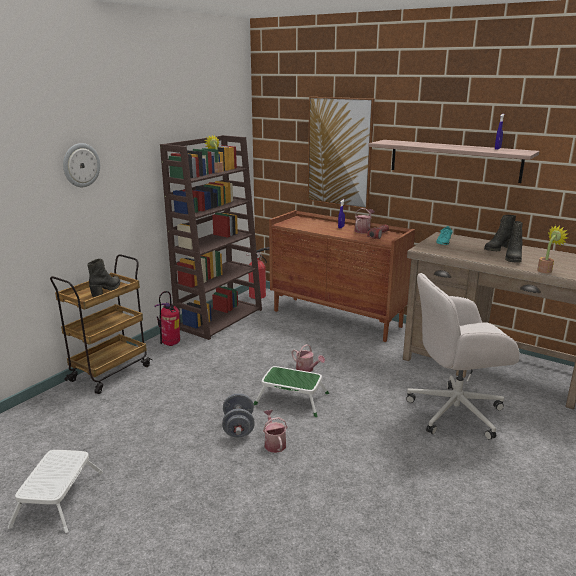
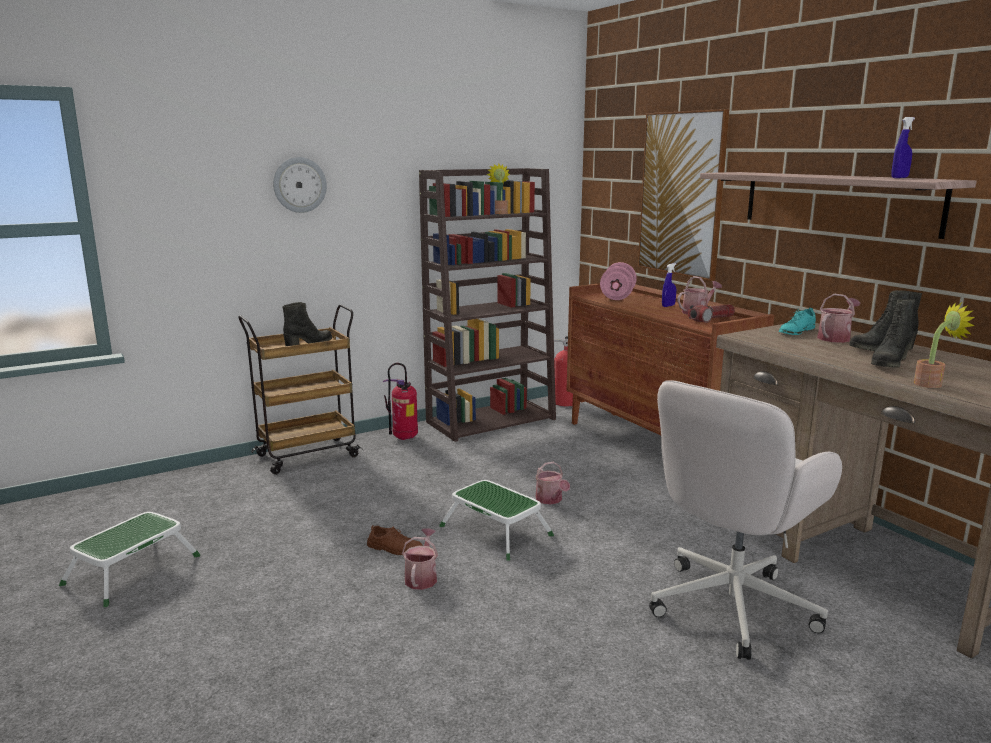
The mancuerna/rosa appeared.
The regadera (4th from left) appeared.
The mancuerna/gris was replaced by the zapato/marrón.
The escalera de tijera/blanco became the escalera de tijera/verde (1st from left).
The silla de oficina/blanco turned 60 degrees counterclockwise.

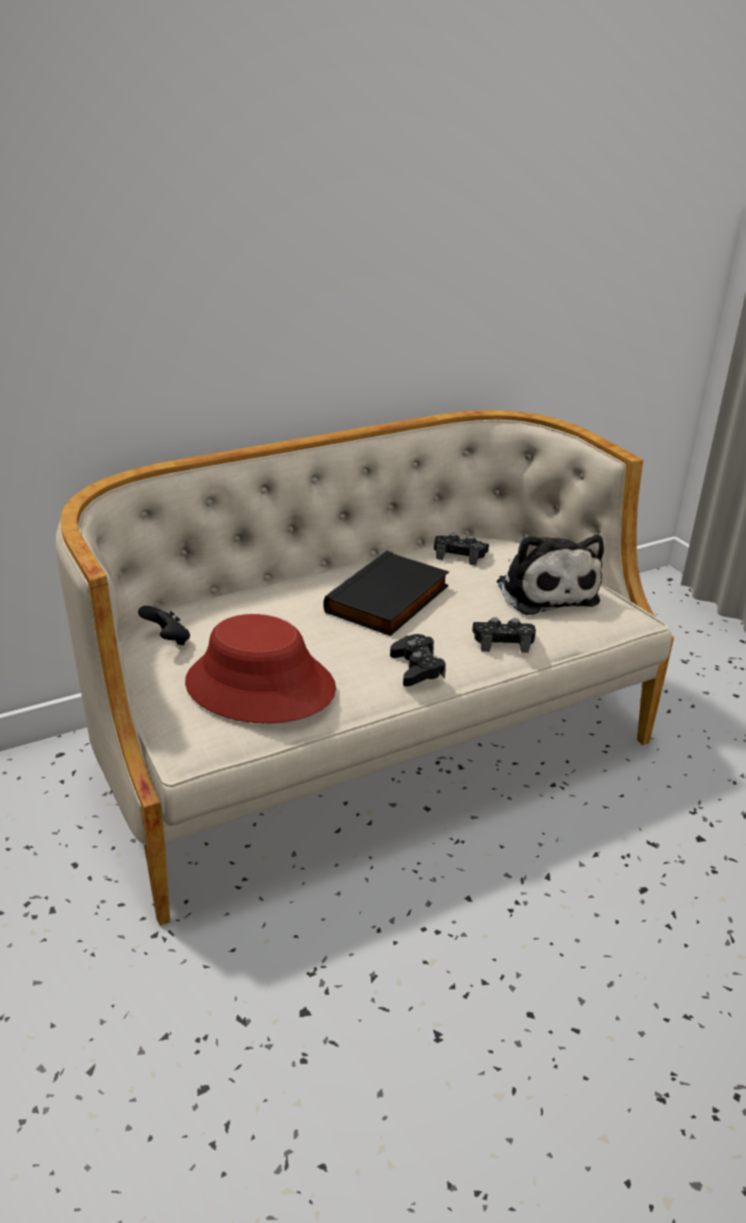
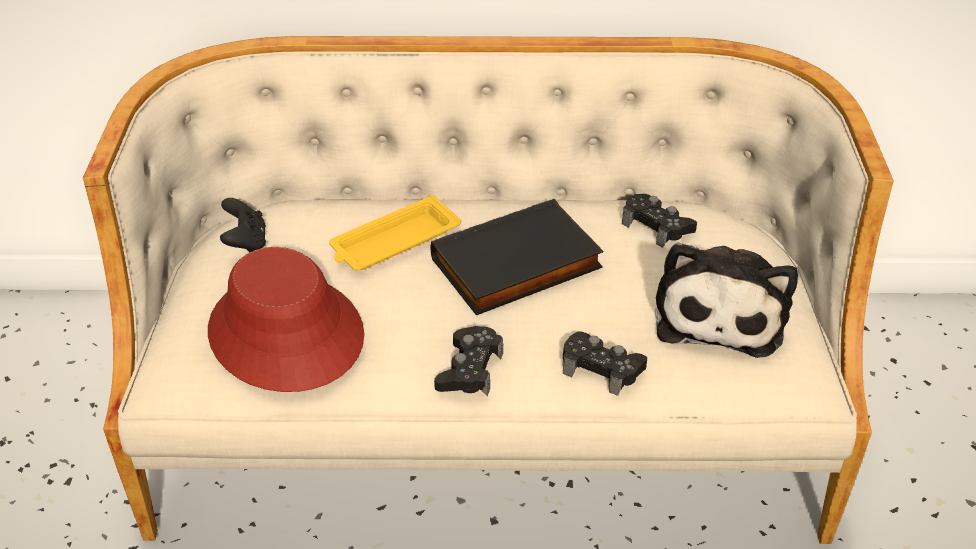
The bandeja/amarillo appeared.

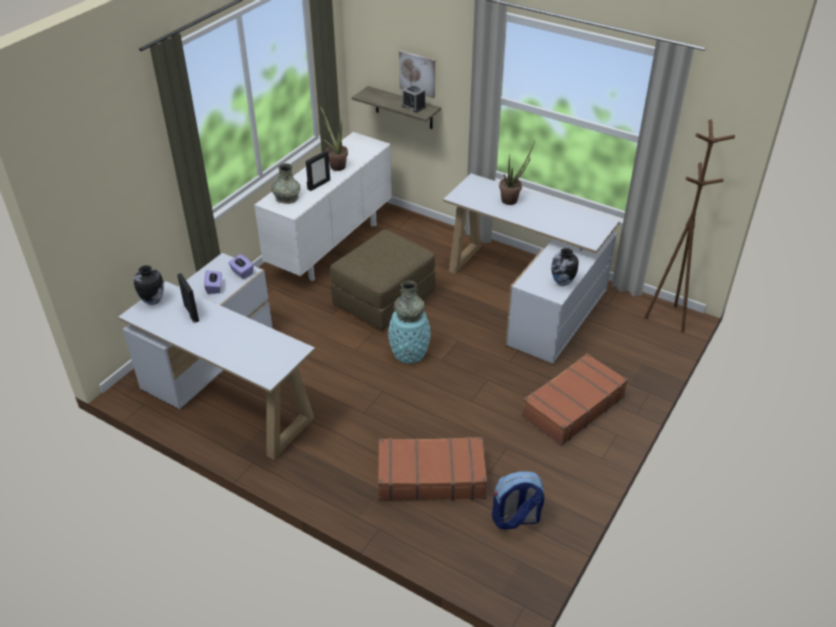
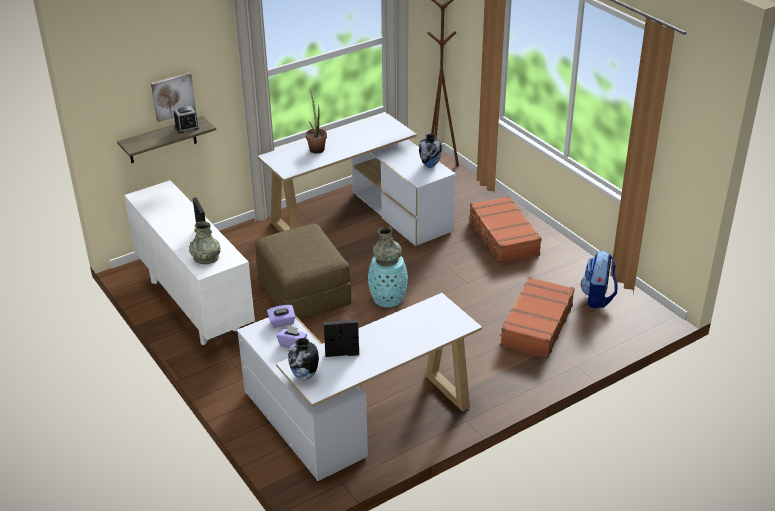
The planta en maceta (1st from left) disappeared.

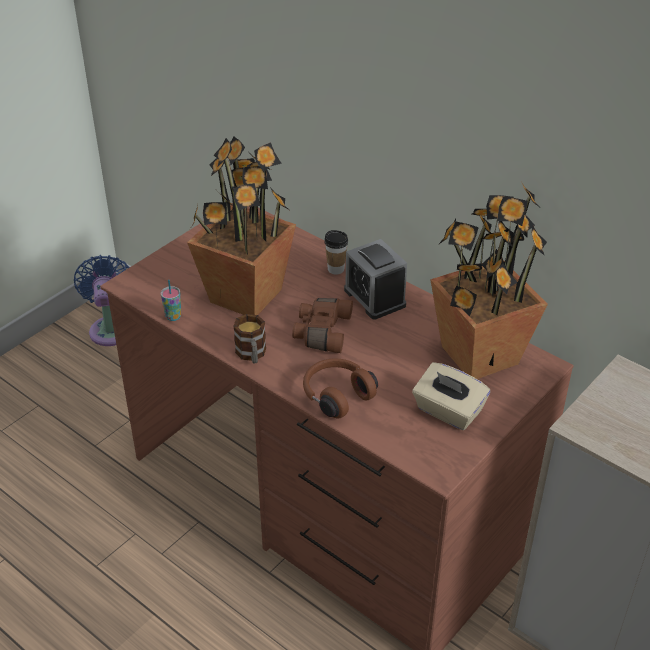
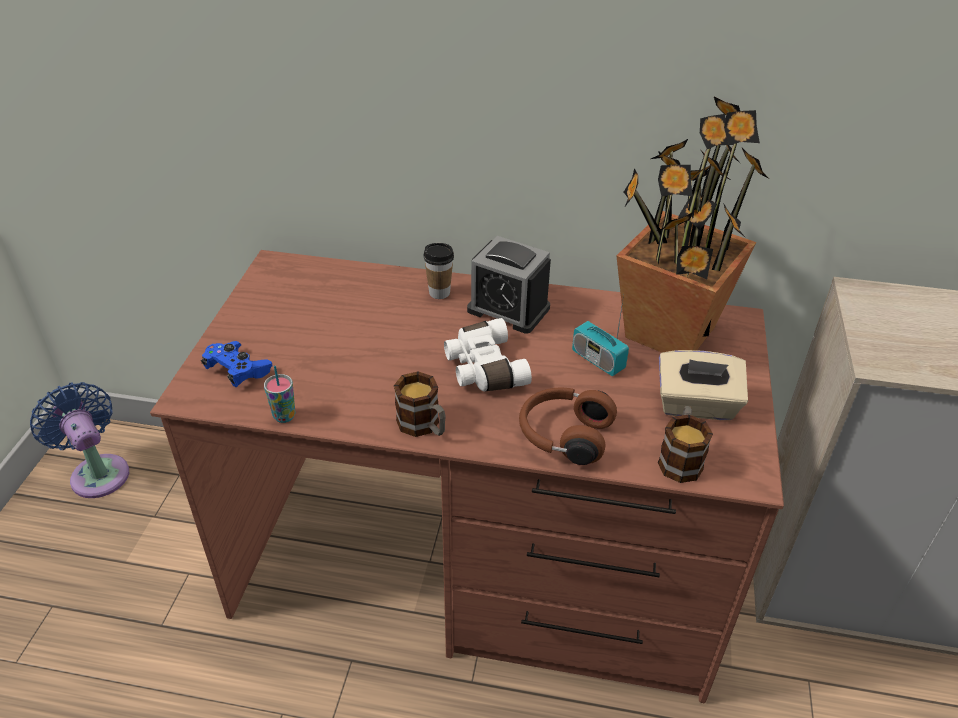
The planta en maceta (1st from left) disappeared.
The mando de consola/azul appeared.
The radio appeared.
The taza grande (2nd from left) appeared.
The prismáticos/marrón became the prismáticos/blanco.

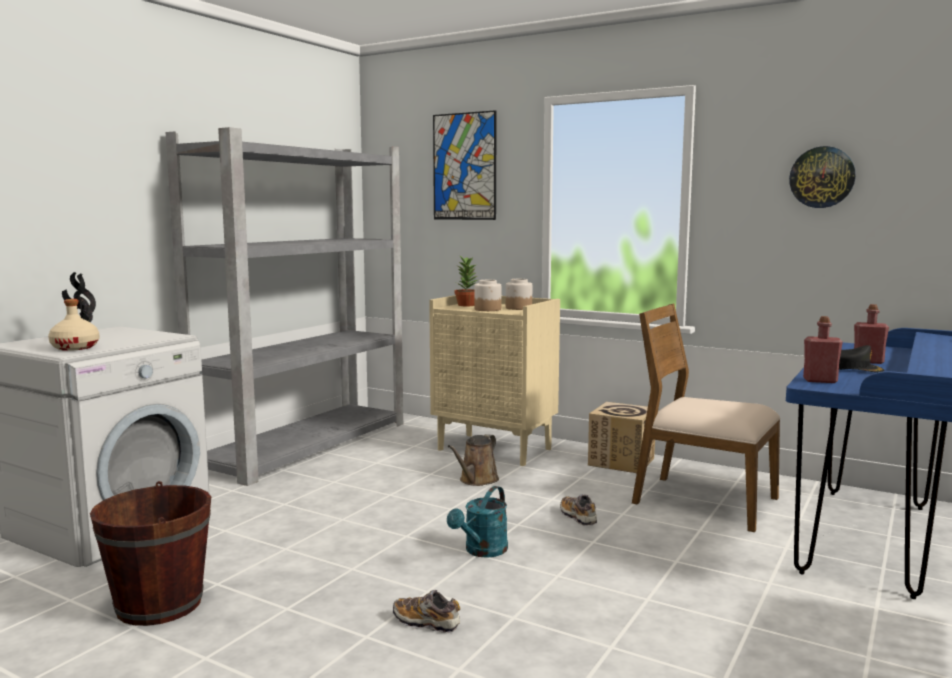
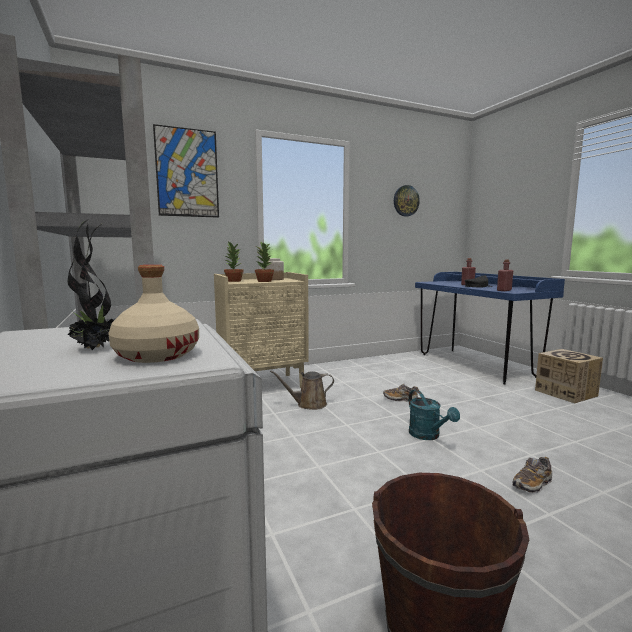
The silla/marrón disappeared.
The caja de cartón moved.
The tarro (1st from left) was replaced by the planta en maceta (3rd from left).
The regadera/marrón turned 105 degrees clockwise.

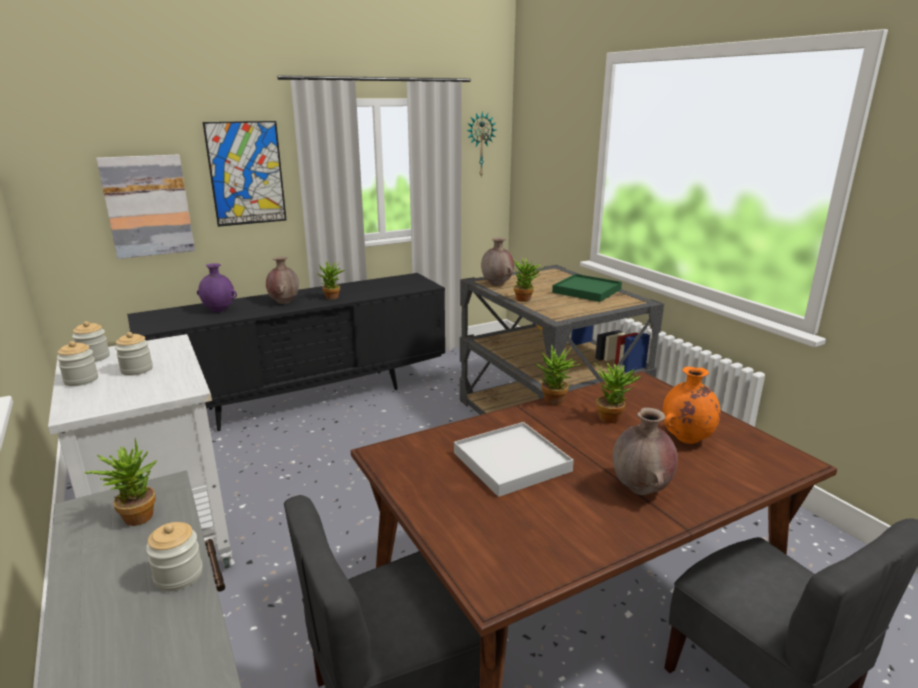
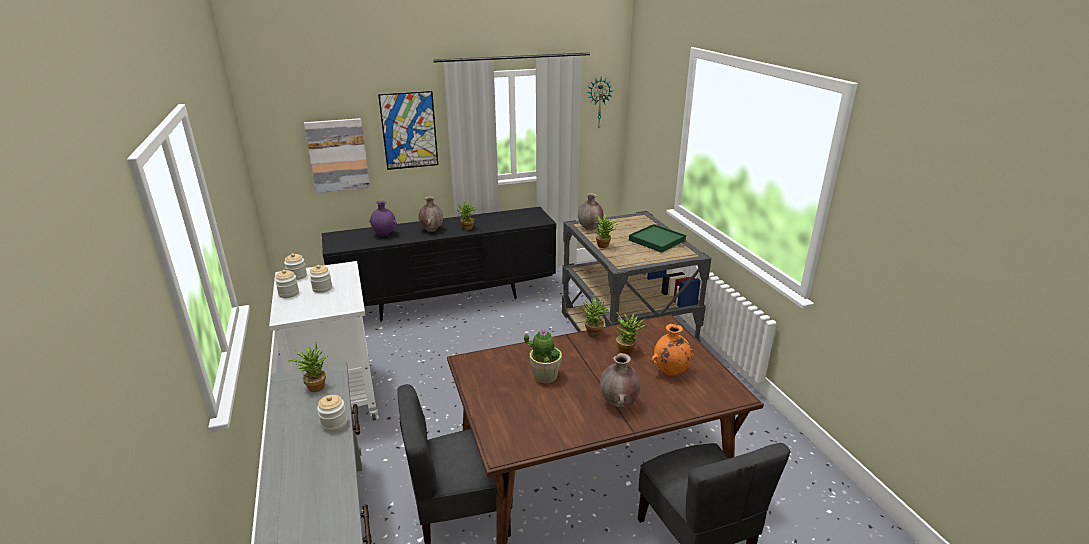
The bandeja/blanco was replaced by the planta en maceta (3rd from left).

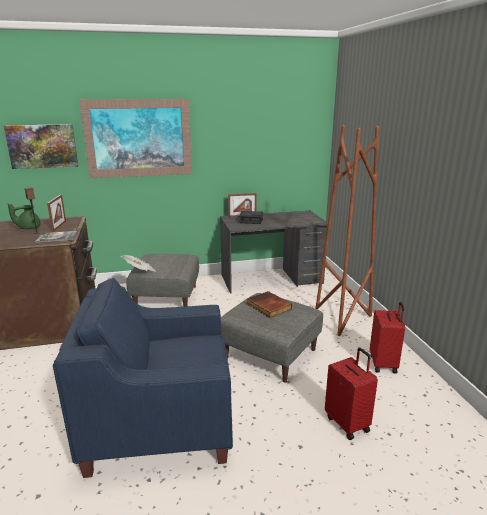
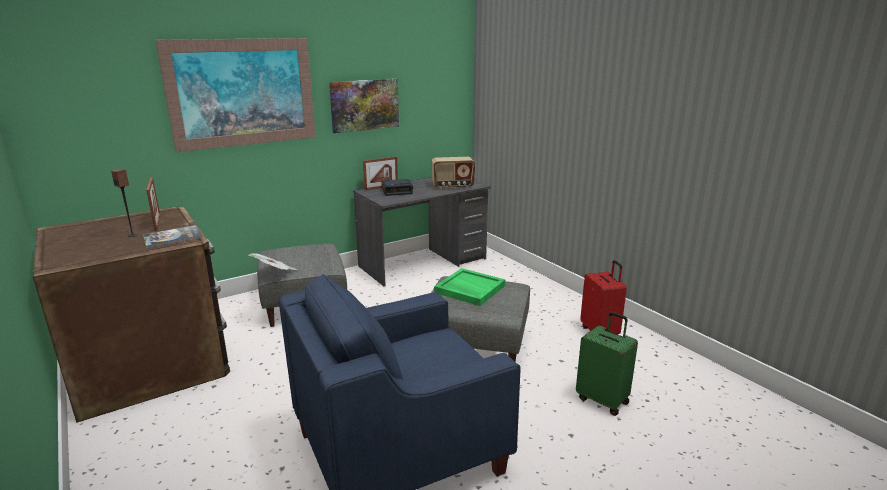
The tetera/verde disappeared.
The perchero/marrón disappeared.
The radio appeared.
The cuadro (1st from left in the first image) moved.
The libro (2nd from left) was replaced by the bandeja/verde.
The maleta/rojo (1st from left) became the maleta/verde.

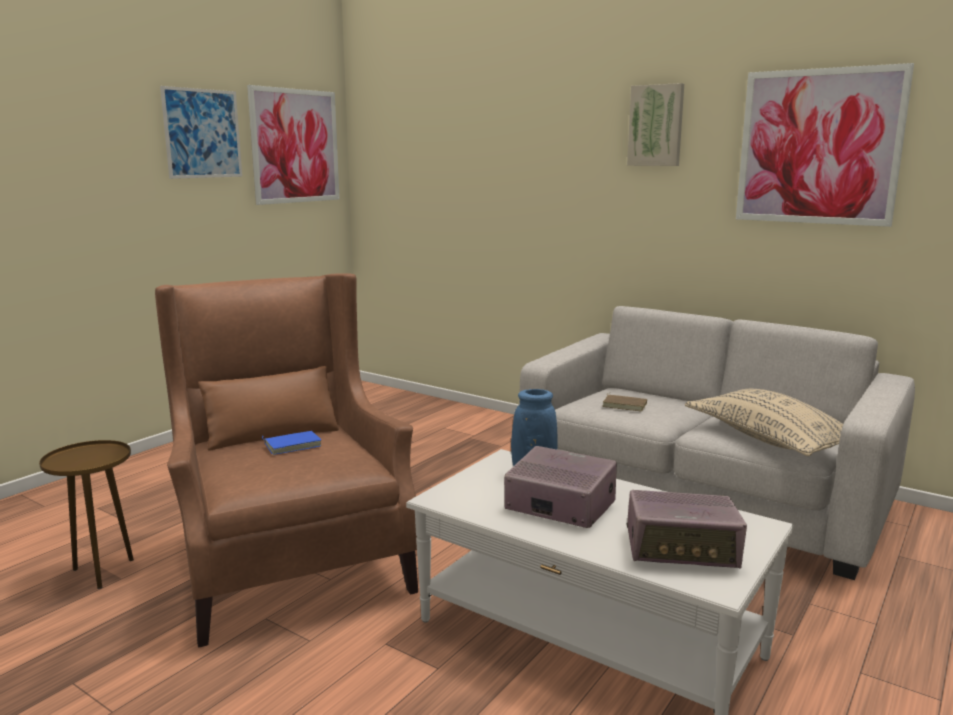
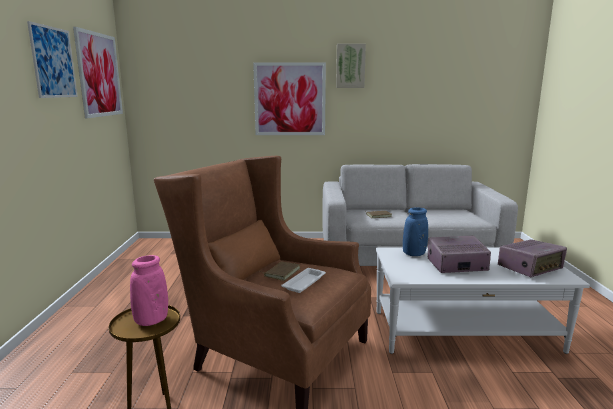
The cojín/beis disappeared.
The florero/rosa appeared.
The bandeja/blanco appeared.
The cuadro (4th from left in the first image) moved.
The libro/azul became the libro/marrón (1st from left).

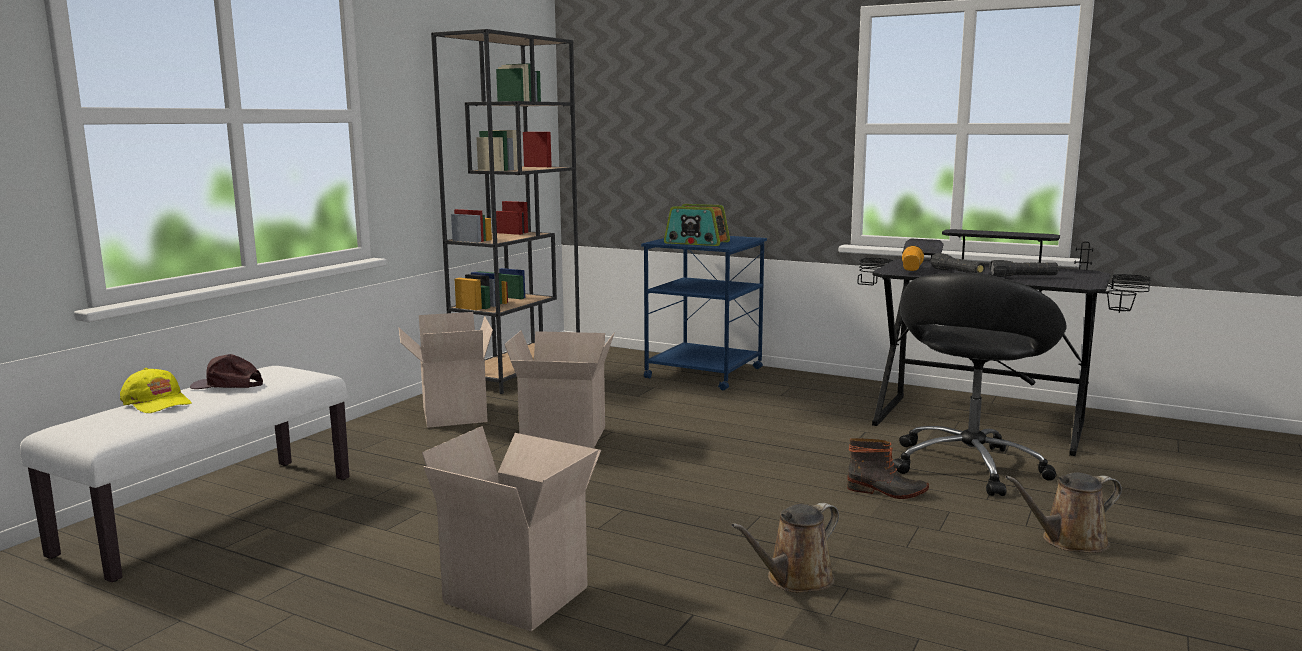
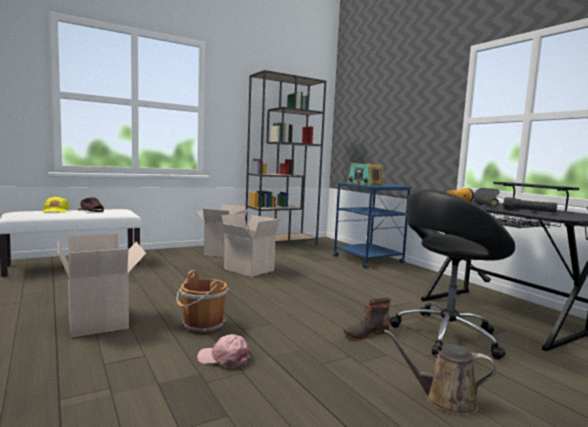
The cubo/marrón appeared.
The regadera/marrón (1st from left) was replaced by the gorra/rosa.
The bota turned 105 degrees clockwise.

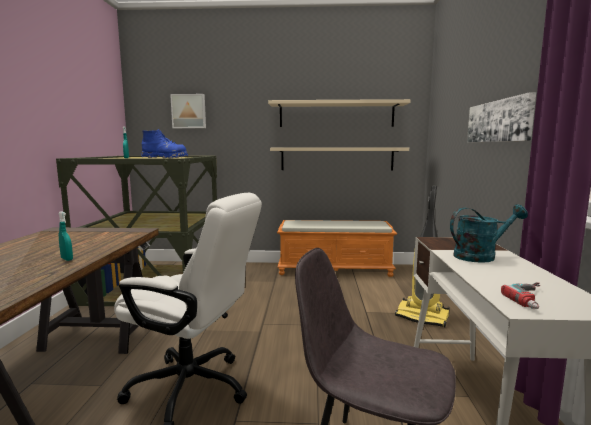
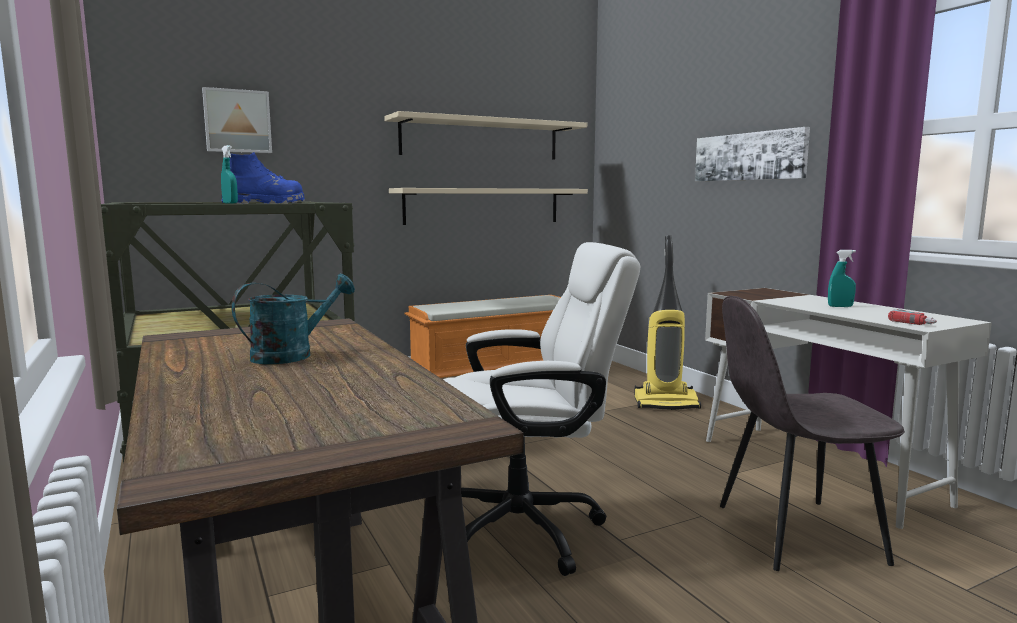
The pulverizador/turquesa (1st from left in the first image) moved.
The regadera/turquesa moved.

